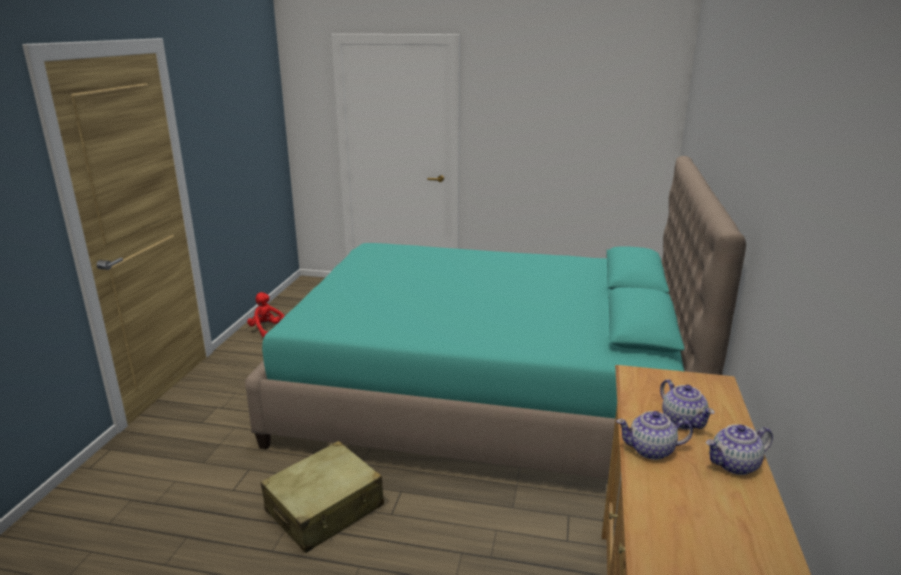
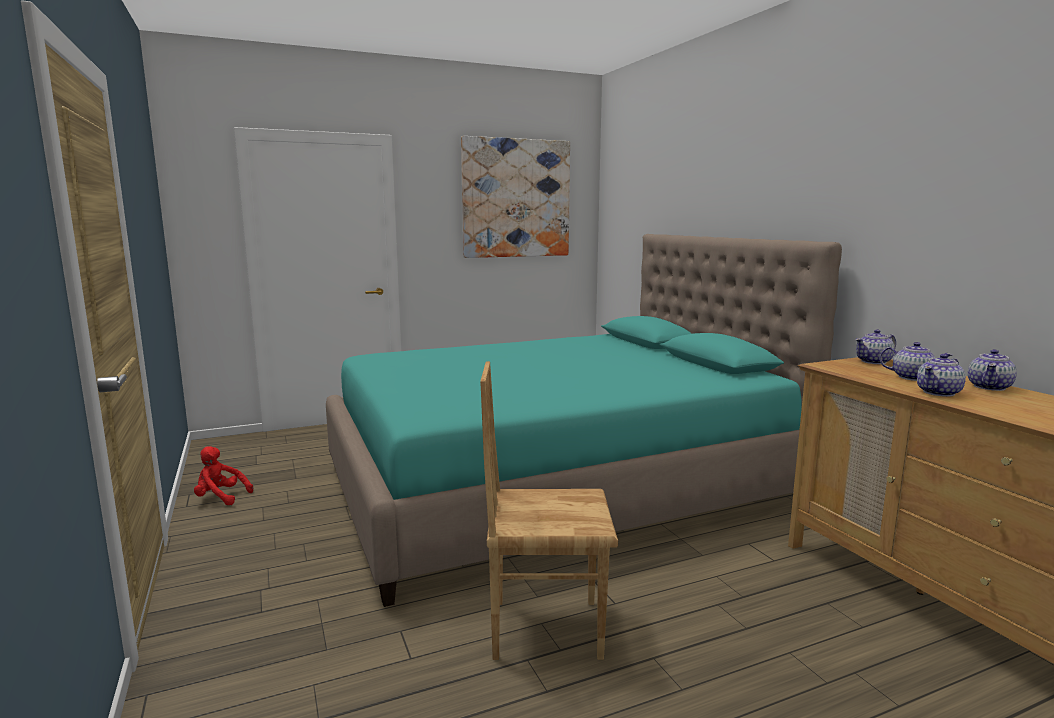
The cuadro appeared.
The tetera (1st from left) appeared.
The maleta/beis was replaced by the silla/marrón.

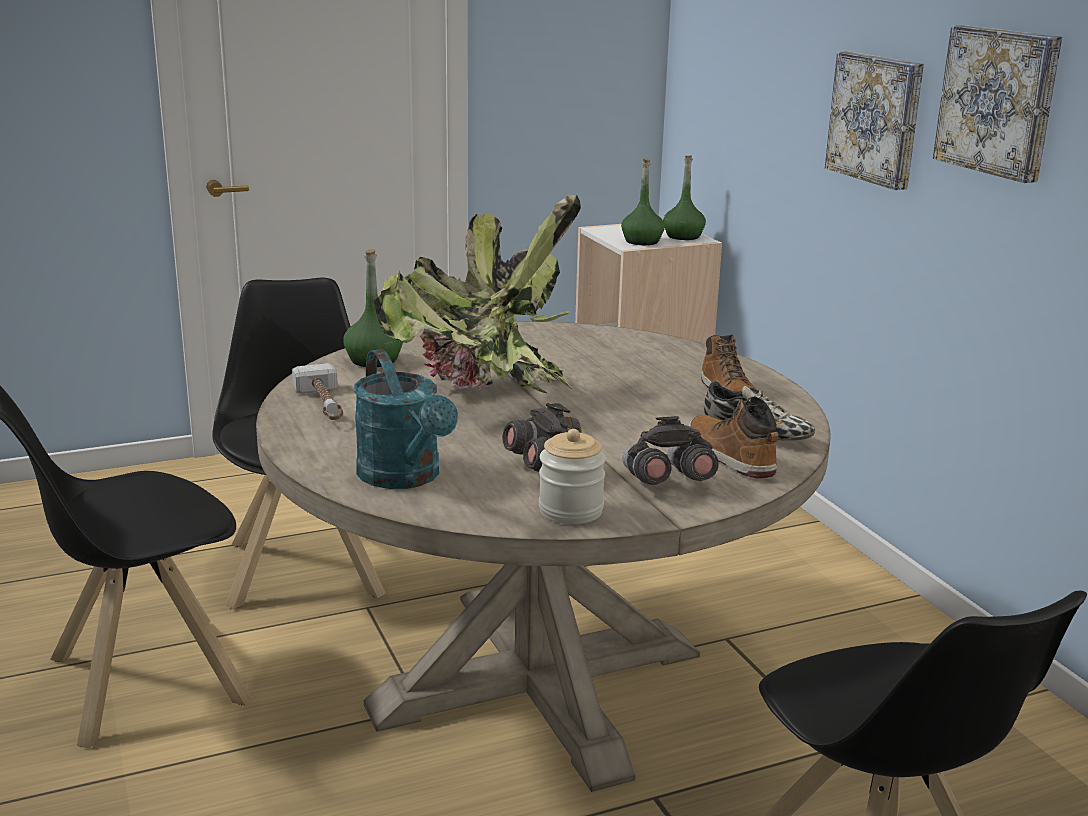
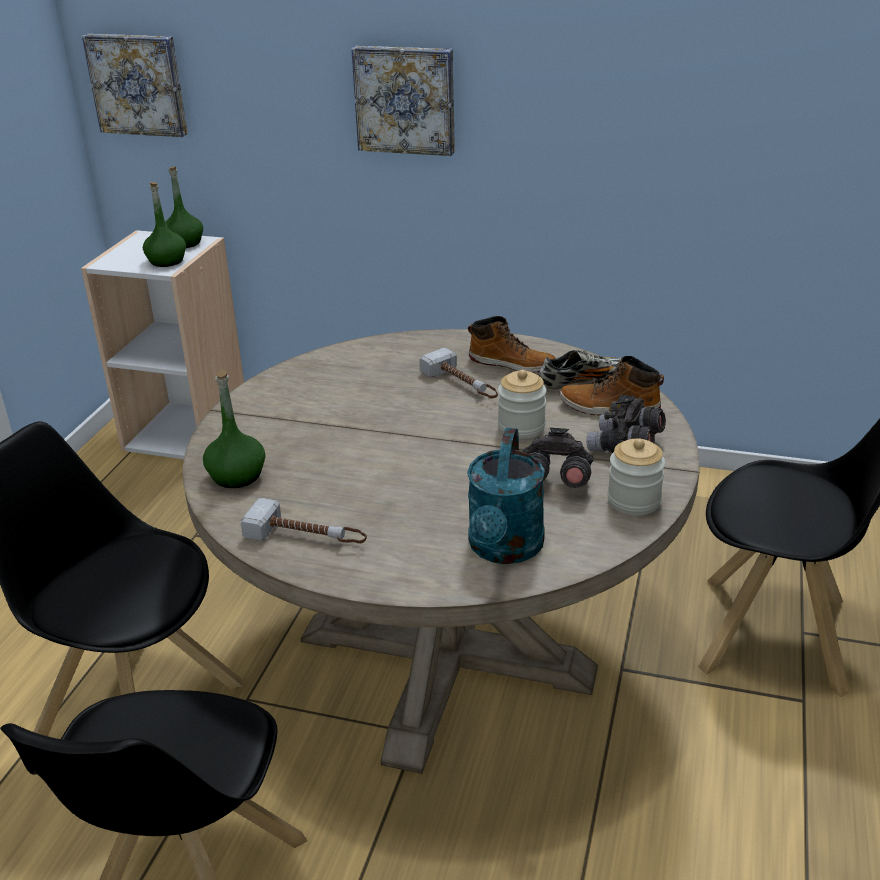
The planta en maceta disappeared.
The martillo (2nd from left) appeared.
The tarro (1st from left) appeared.
The cuadro (2nd from left in the first image) moved.
The regadera/turquesa turned 90 degrees clockwise.

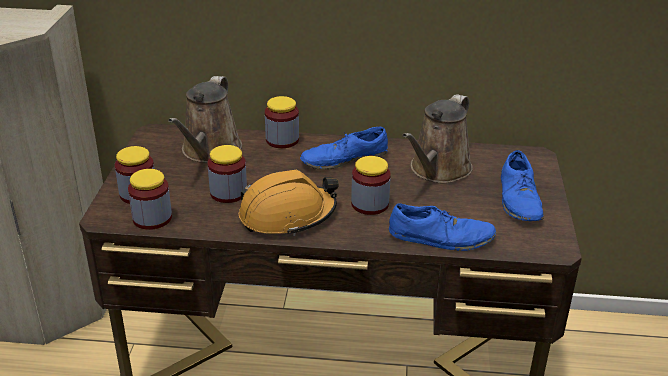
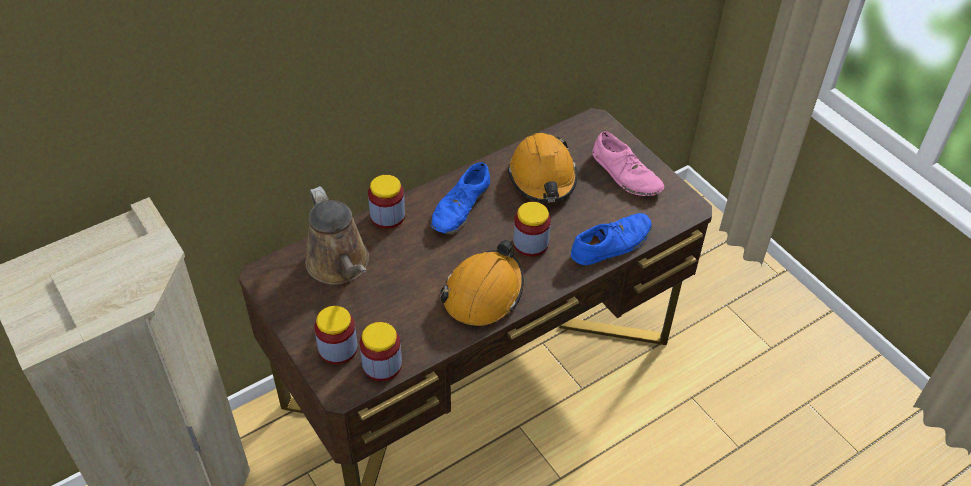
The tarro (3rd from left) disappeared.
The regadera/marrón (2nd from left) was replaced by the casco/naranja (2nd from left).
The zapato/azul (3rd from left) became the zapato/rosa.

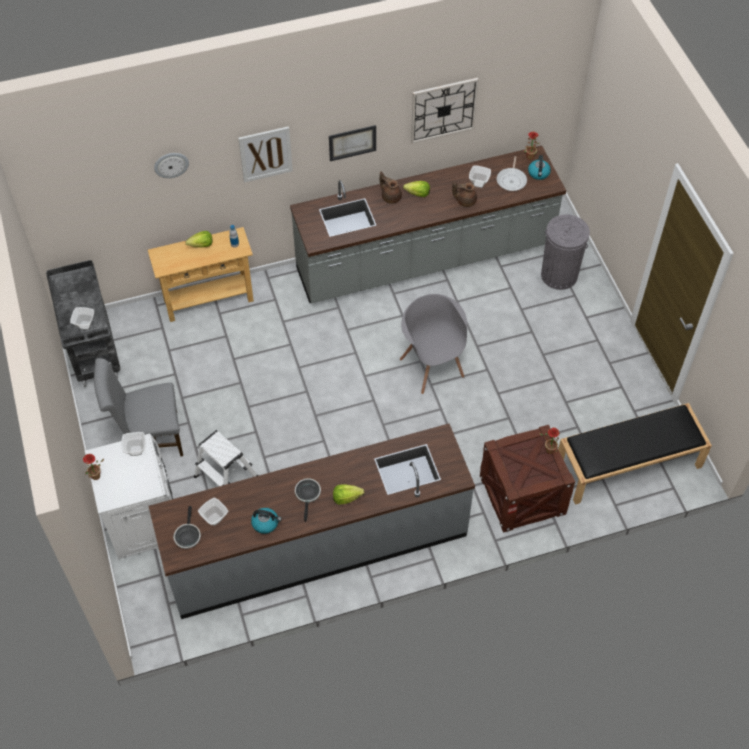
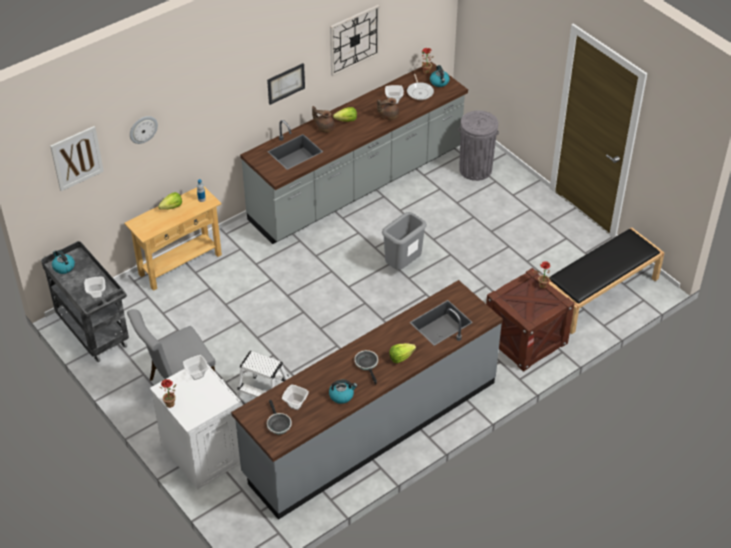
The hervidor (1st from left) appeared.
The cuadro (1st from left) moved.
The silla/gris (2nd from left) was replaced by the papelera/gris (1st from left).

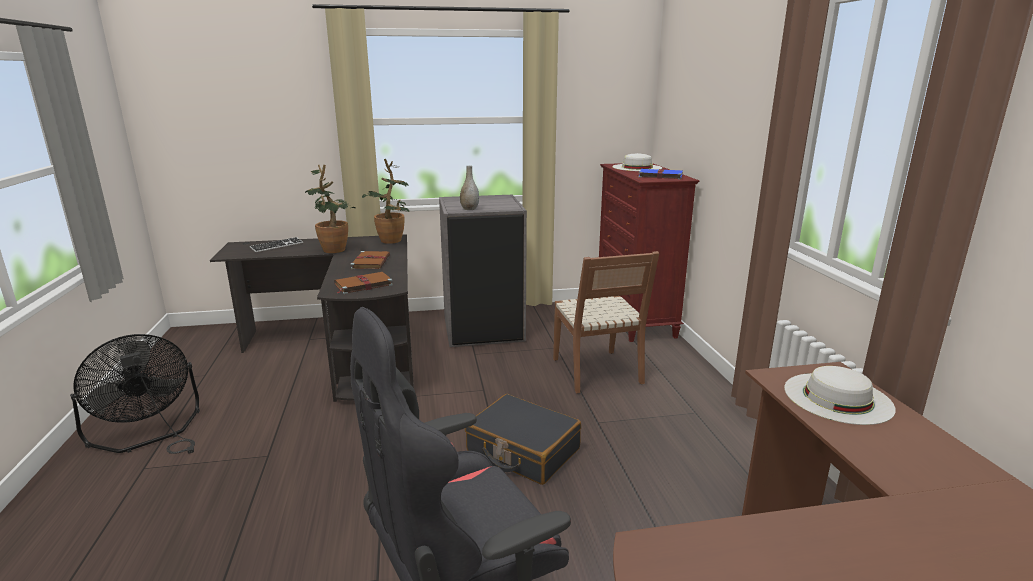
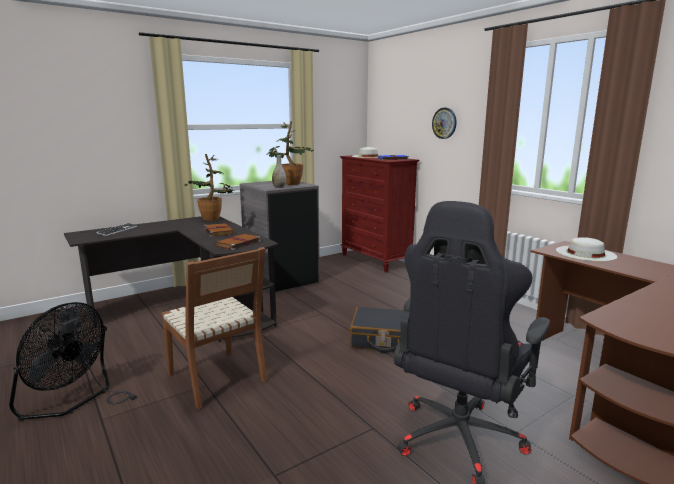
The reloj de pared appeared.
The planta en maceta (1st from left in the first image) moved.
The silla moved.

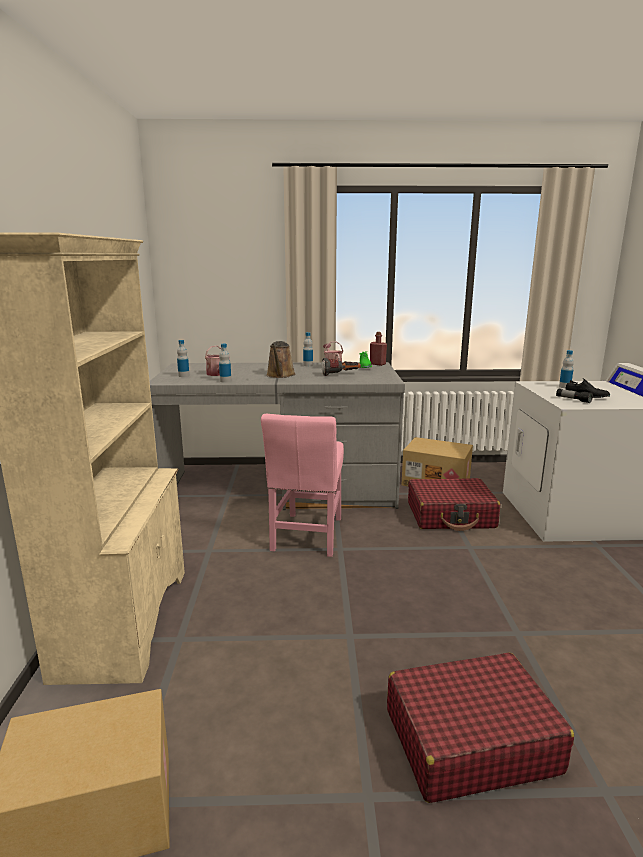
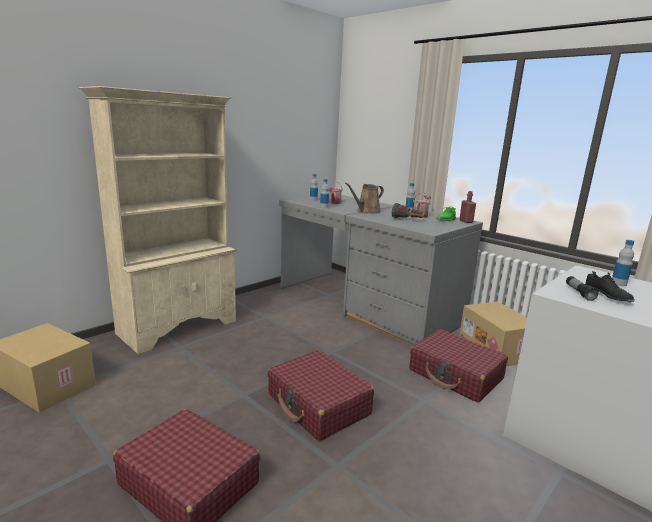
The silla/rosa disappeared.
The maleta/rojo (2nd from left) appeared.

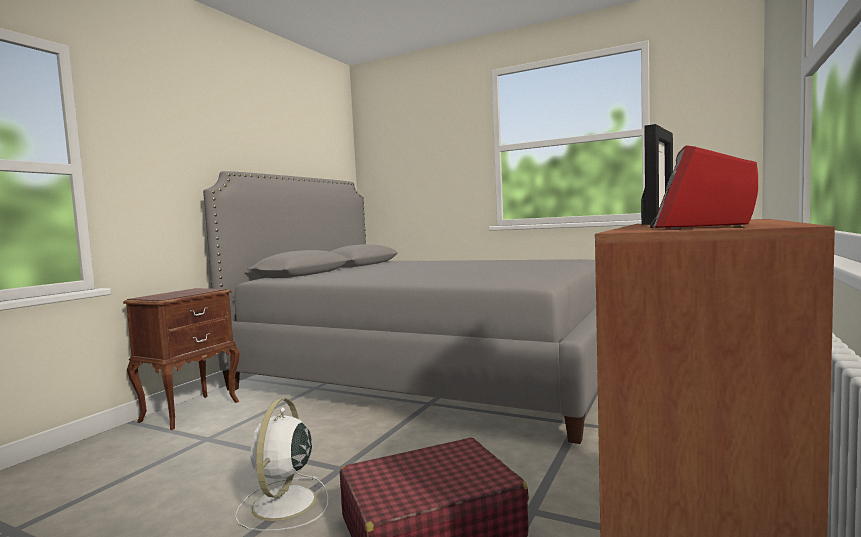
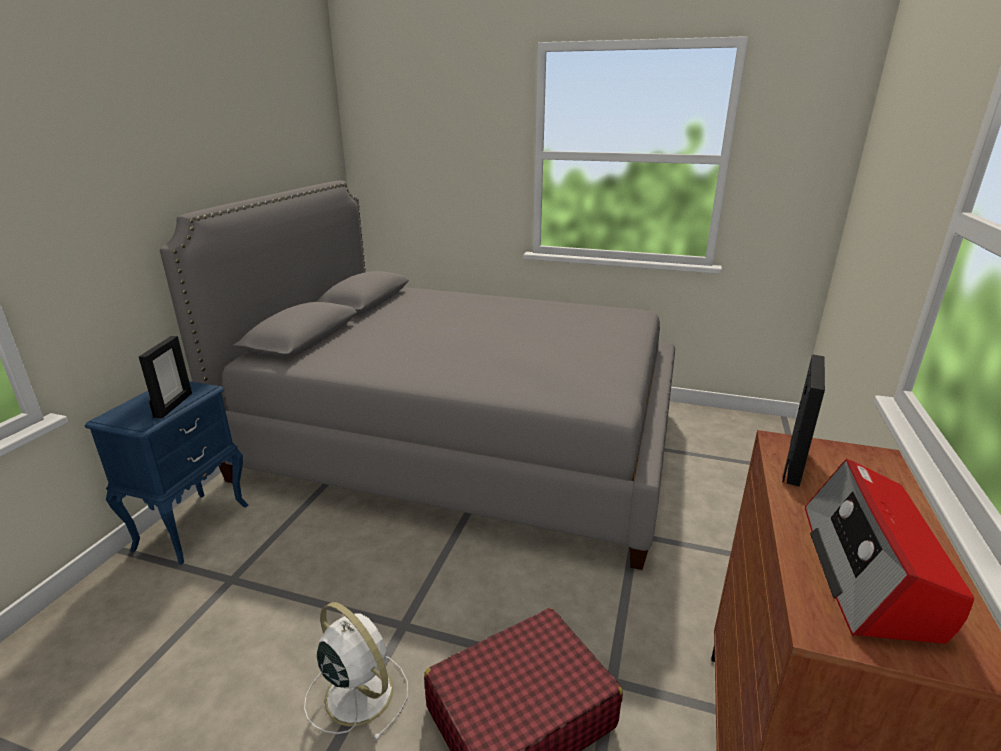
The portarretratos (1st from left) appeared.
The mesita de noche/marrón became the mesita de noche/azul.
The ventilador/blanco turned 135 degrees clockwise.

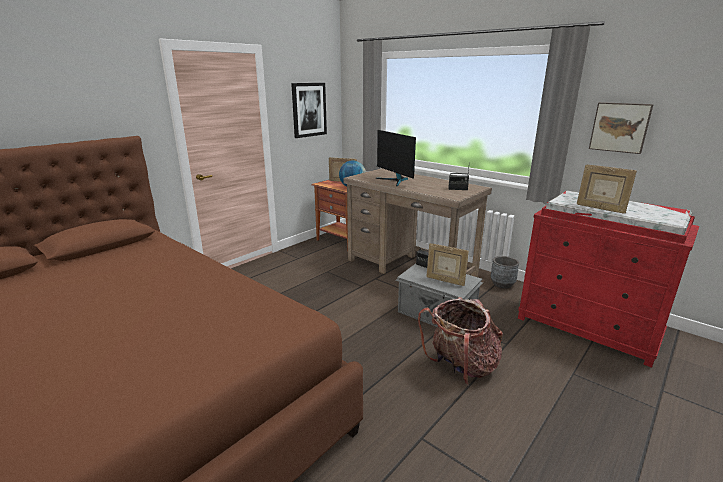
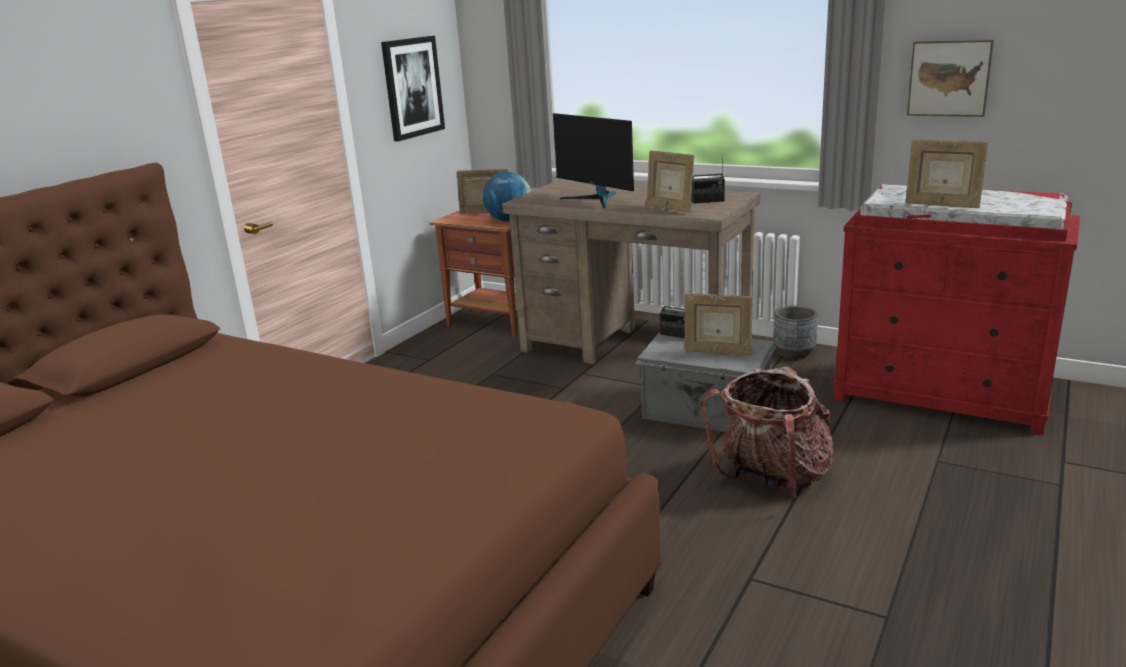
The portarretratos (2nd from left) appeared.

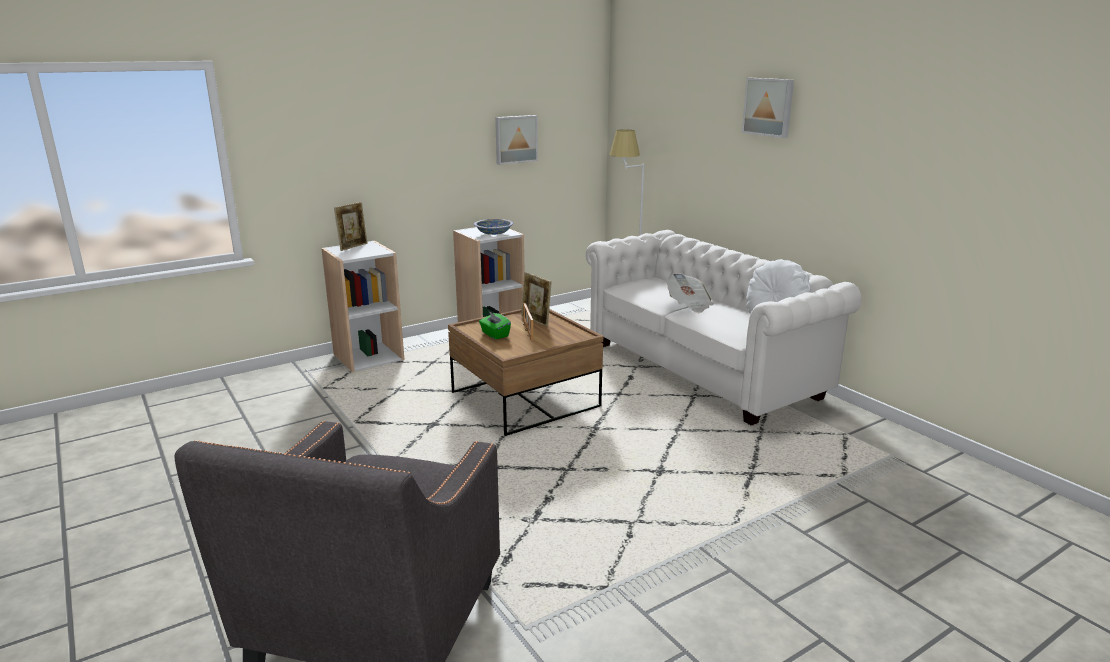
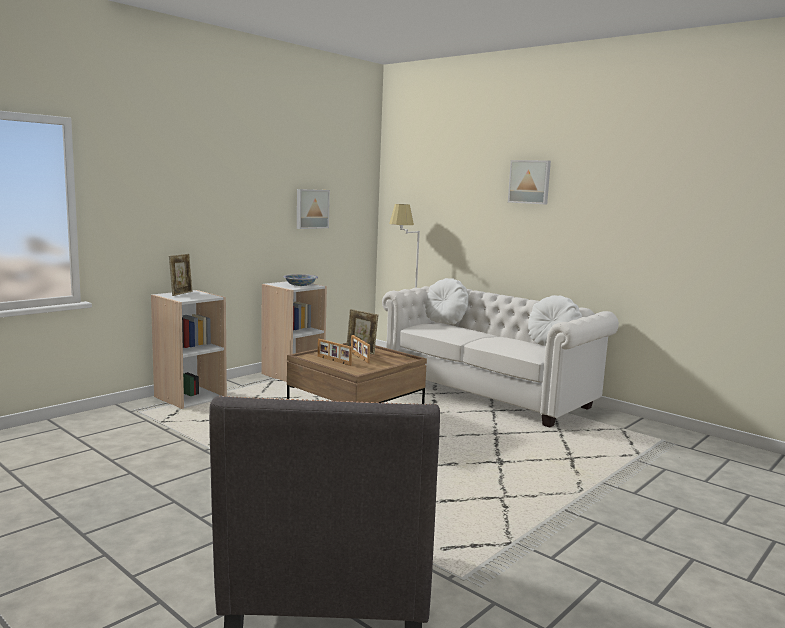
The periódico disappeared.
The cojín/blanco (1st from left) appeared.
The caja de pañuelos/verde was replaced by the portarretratos (2nd from left).

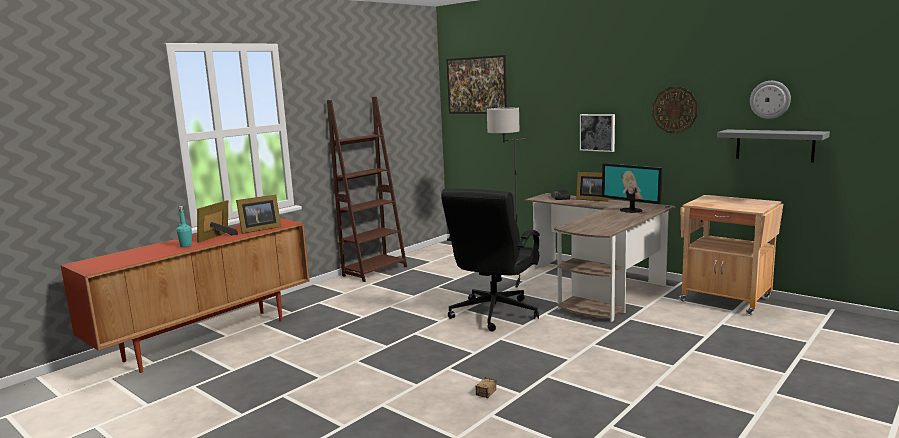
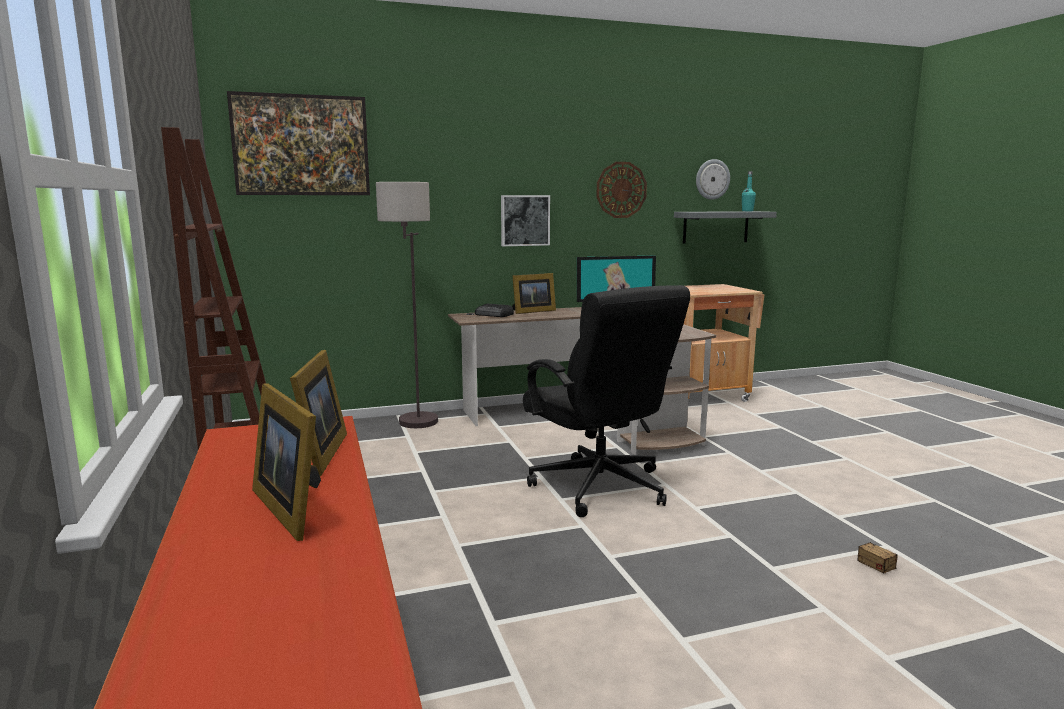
The botella/turquesa moved.

